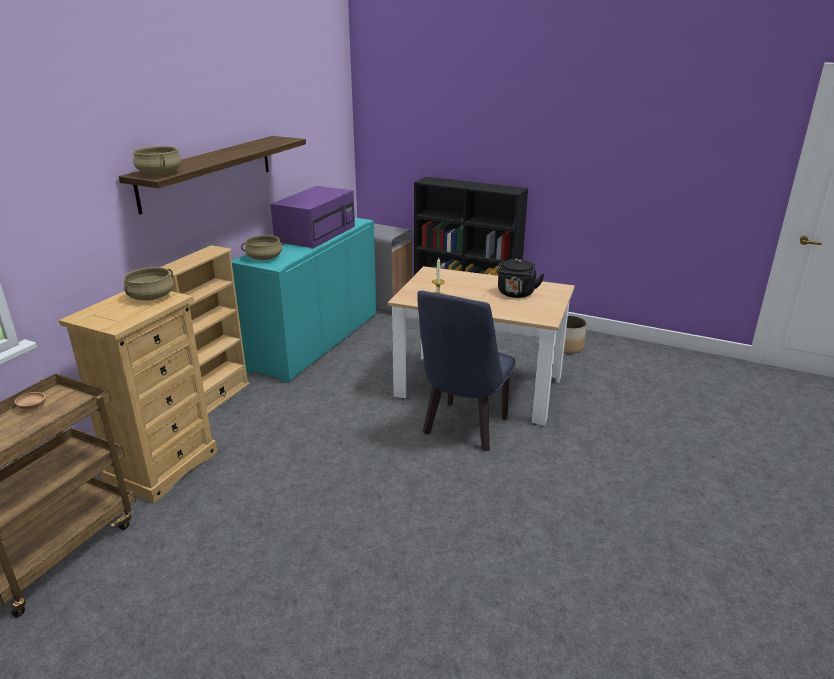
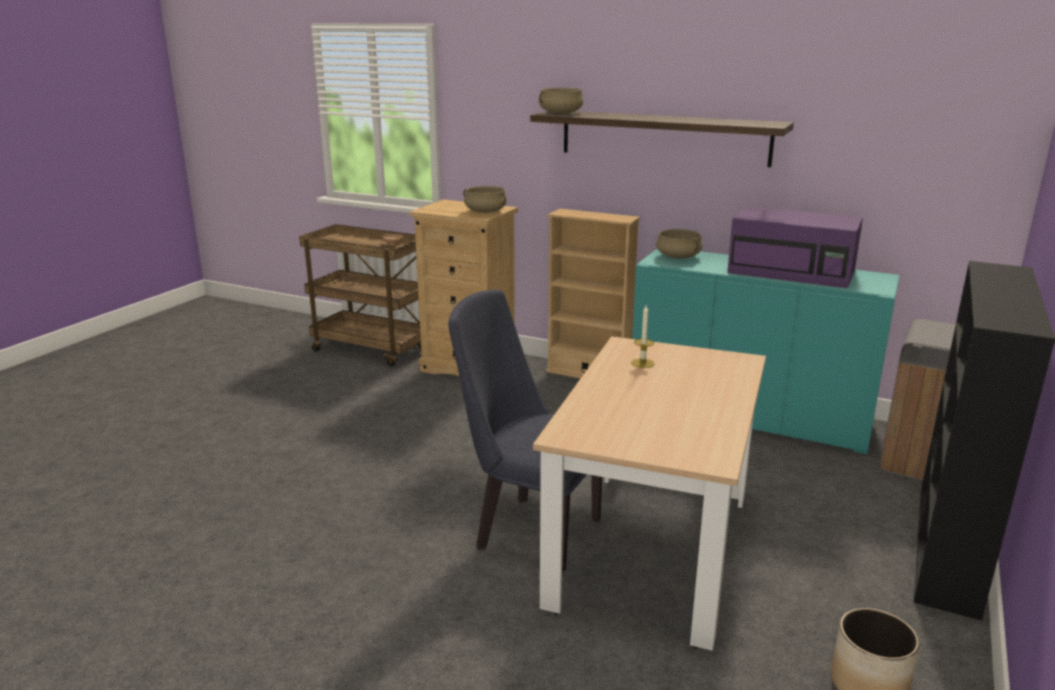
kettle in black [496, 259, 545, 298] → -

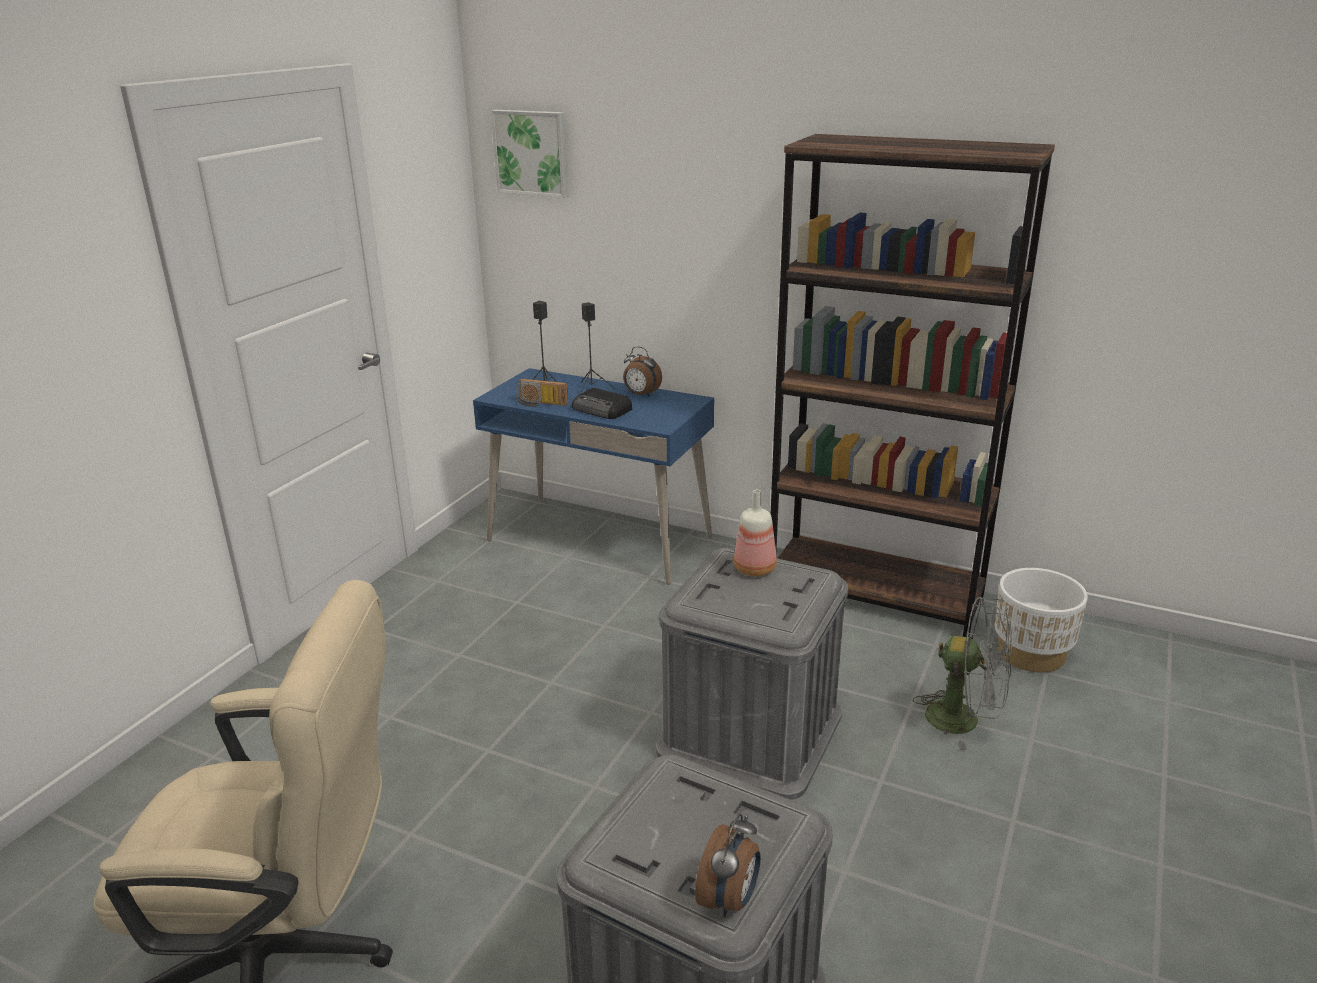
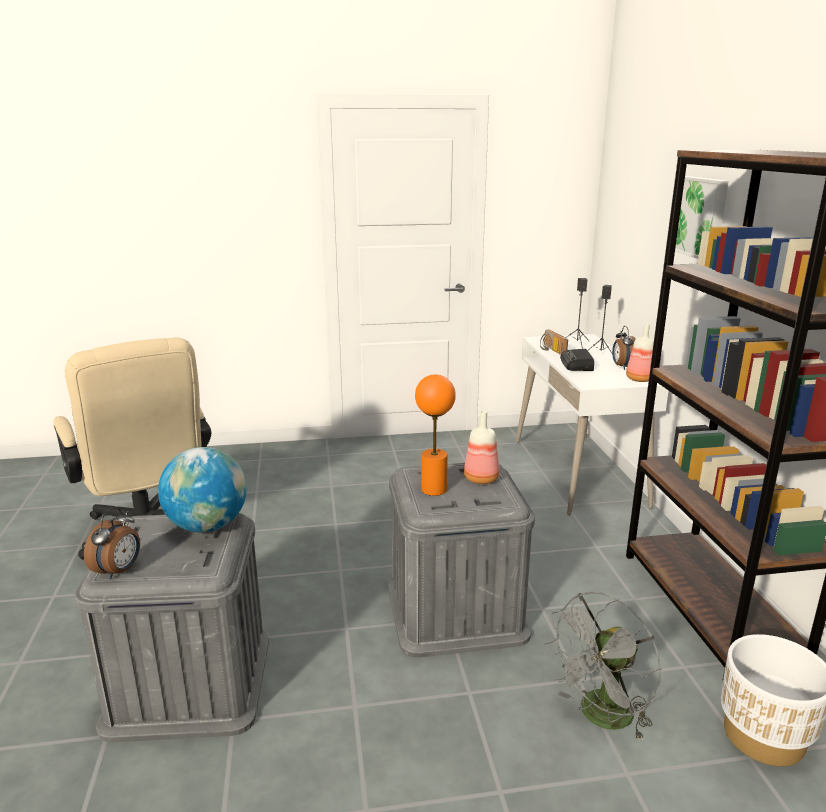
desk in blue [473, 368, 714, 585] → desk in white [516, 334, 668, 516]
picture [491, 110, 569, 198] → picture [675, 176, 729, 259], moved
alarm clock [695, 814, 761, 917] → alarm clock [84, 507, 140, 579], 60 degrees counterclockwise
fan in grey [913, 597, 1012, 750] → fan in grey [544, 591, 662, 741], 60 degrees clockwise
- → globe [158, 447, 247, 532]
- → table lamp in orange [415, 374, 456, 496]
- → bottle [626, 324, 654, 382]

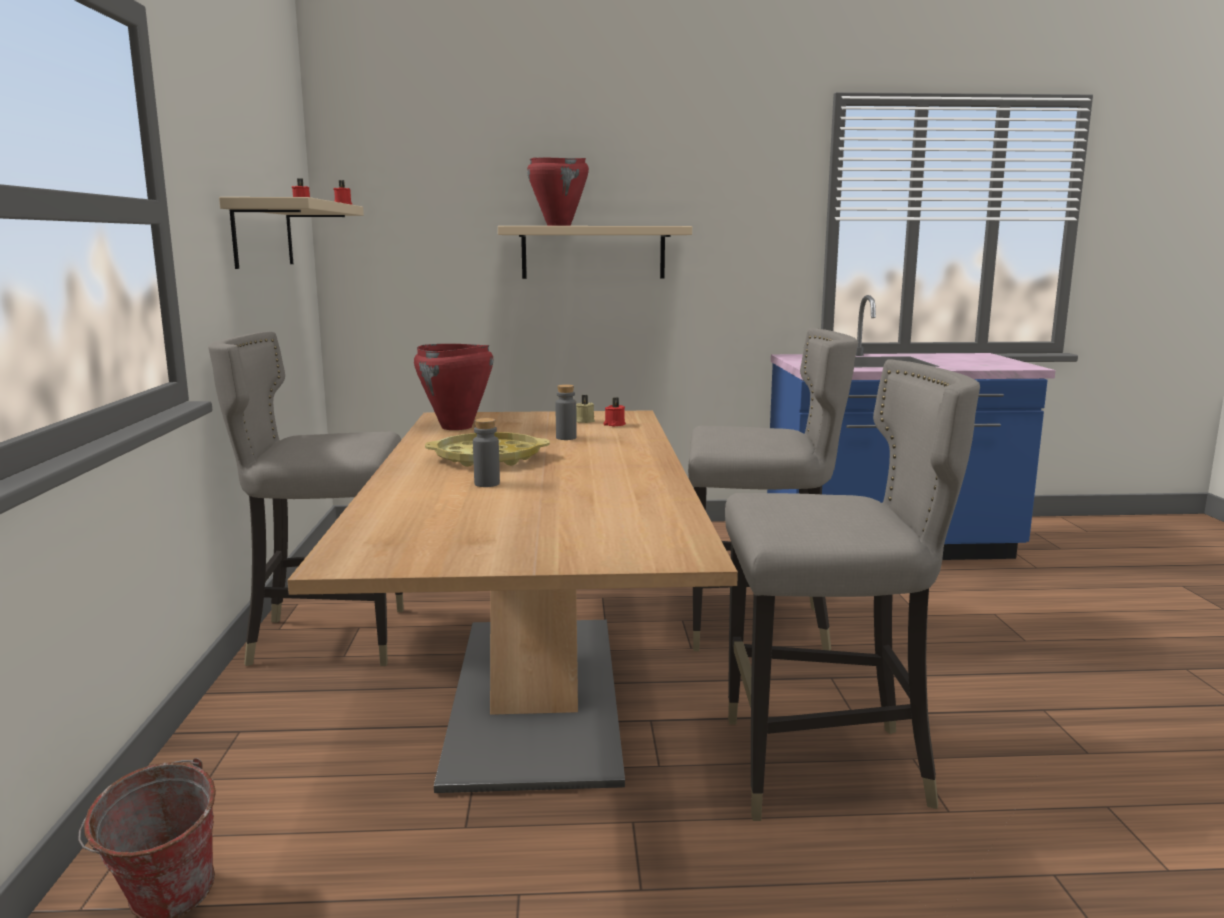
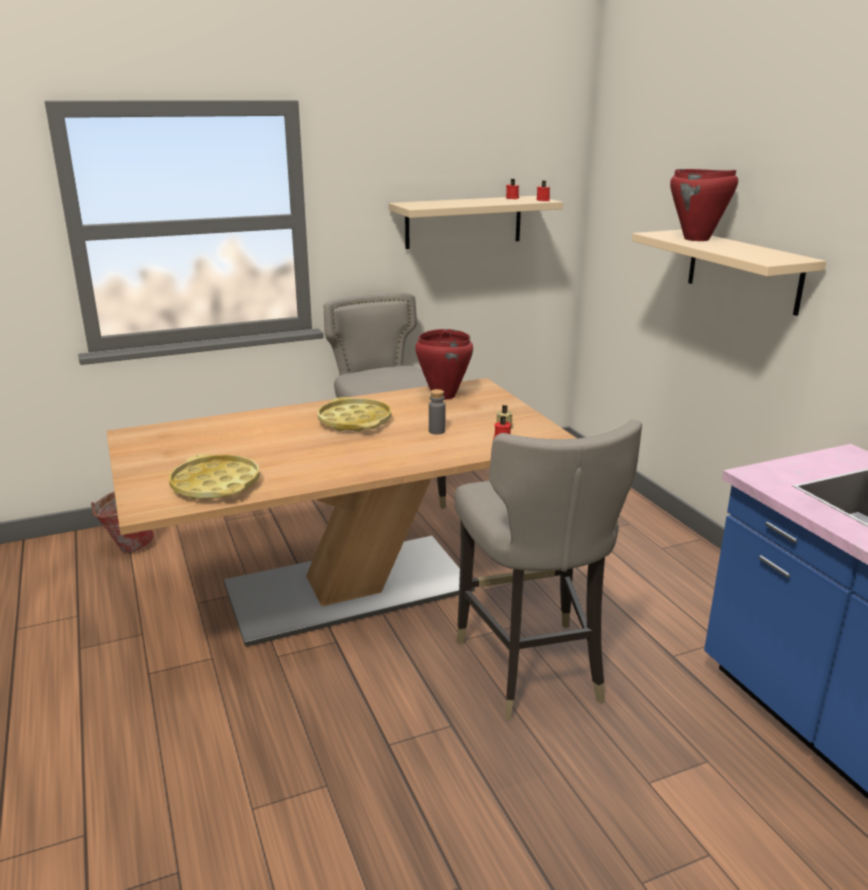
bottle in grey [473, 418, 500, 487] → -
stool in grey [725, 359, 980, 821] → -
- → tray in yellow [169, 454, 260, 499]

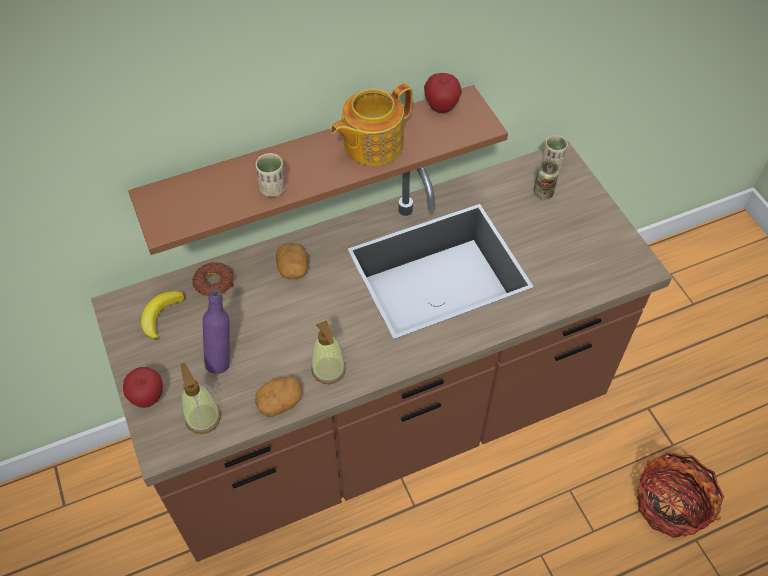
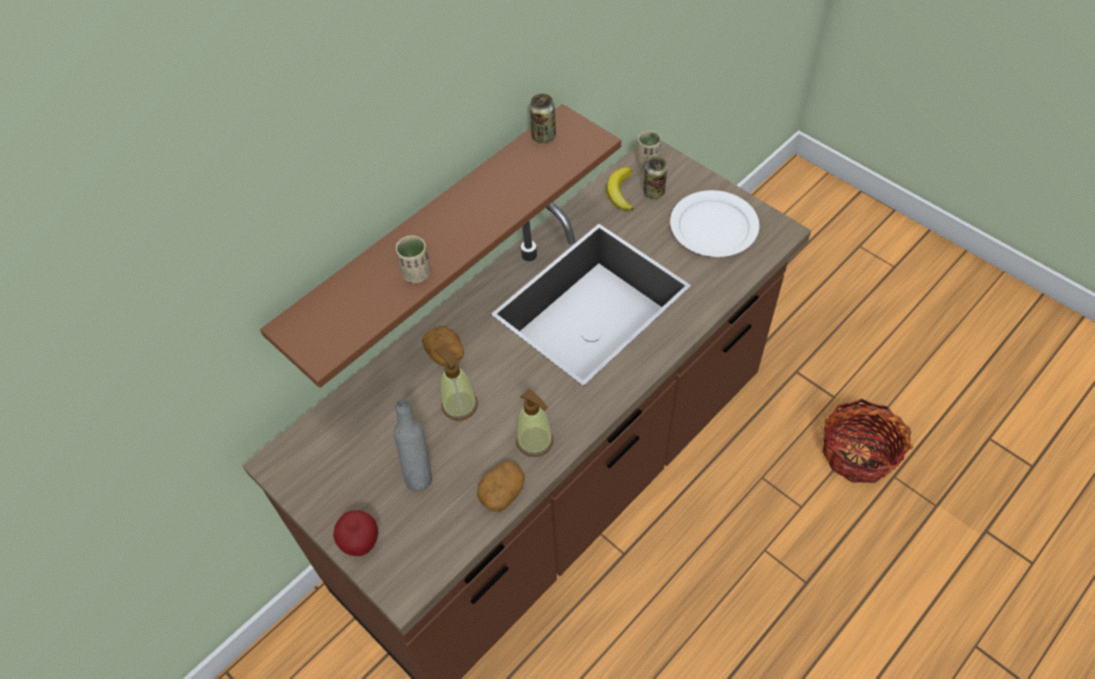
banana [141, 291, 185, 340] → banana [607, 167, 634, 211], moved
soap dispenser [181, 363, 221, 434] → soap dispenser [434, 348, 478, 421], moved
donut [193, 262, 233, 296] → -
bottle in purple [203, 290, 230, 374] → bottle in grey [394, 399, 432, 491]
teapot [330, 83, 413, 166] → -
apple [424, 73, 462, 113] → can [529, 94, 556, 143]
- → plate in white [670, 190, 759, 257]

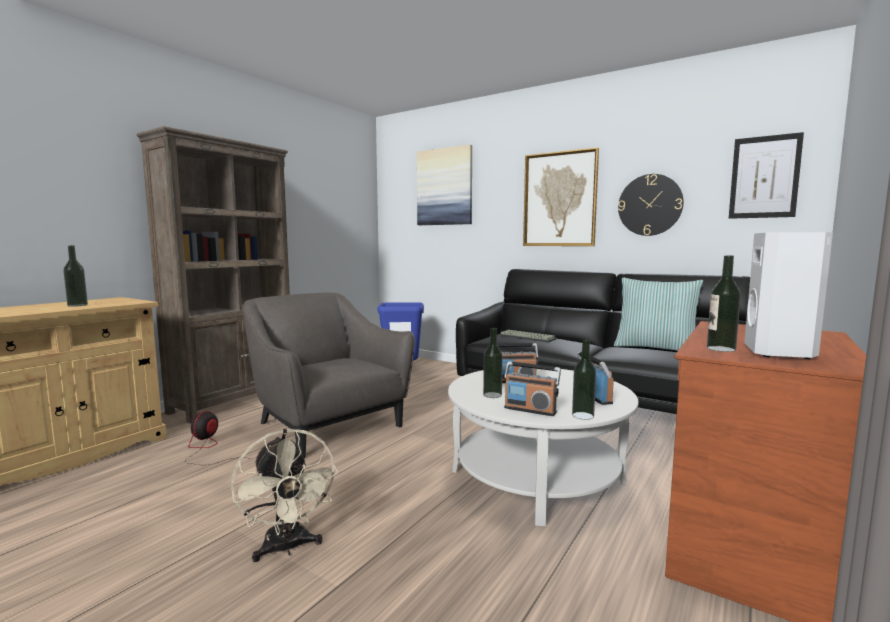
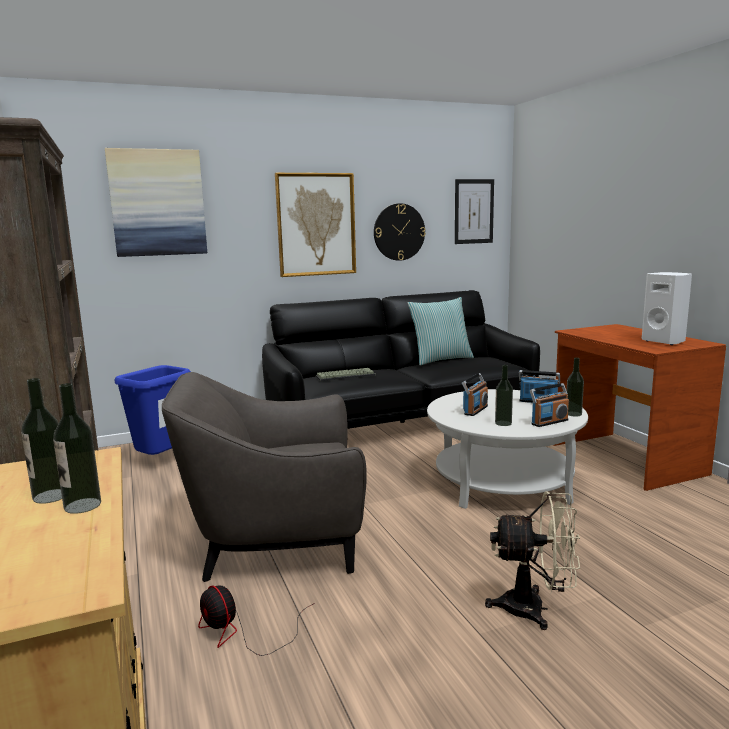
bottle [707, 255, 741, 352] → bottle [53, 383, 101, 514], moved

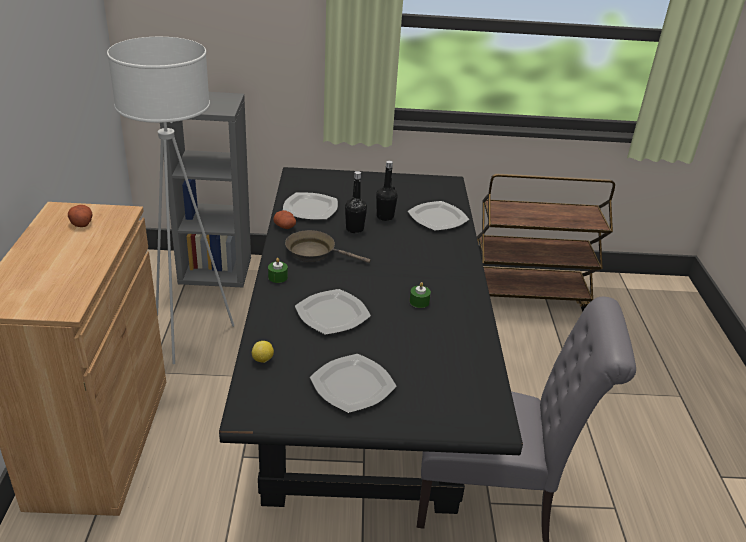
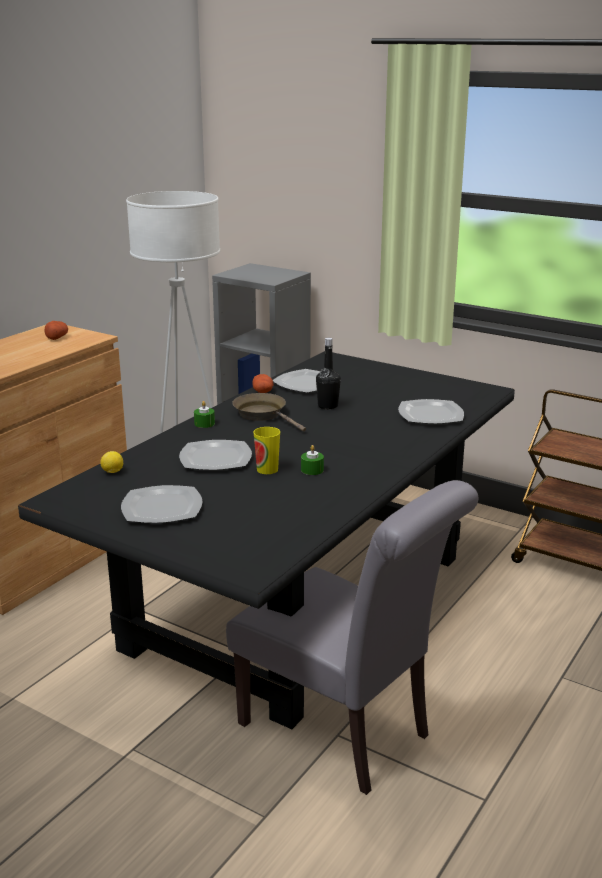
bottle in black [376, 160, 398, 221] → -
- → cup [253, 427, 280, 474]

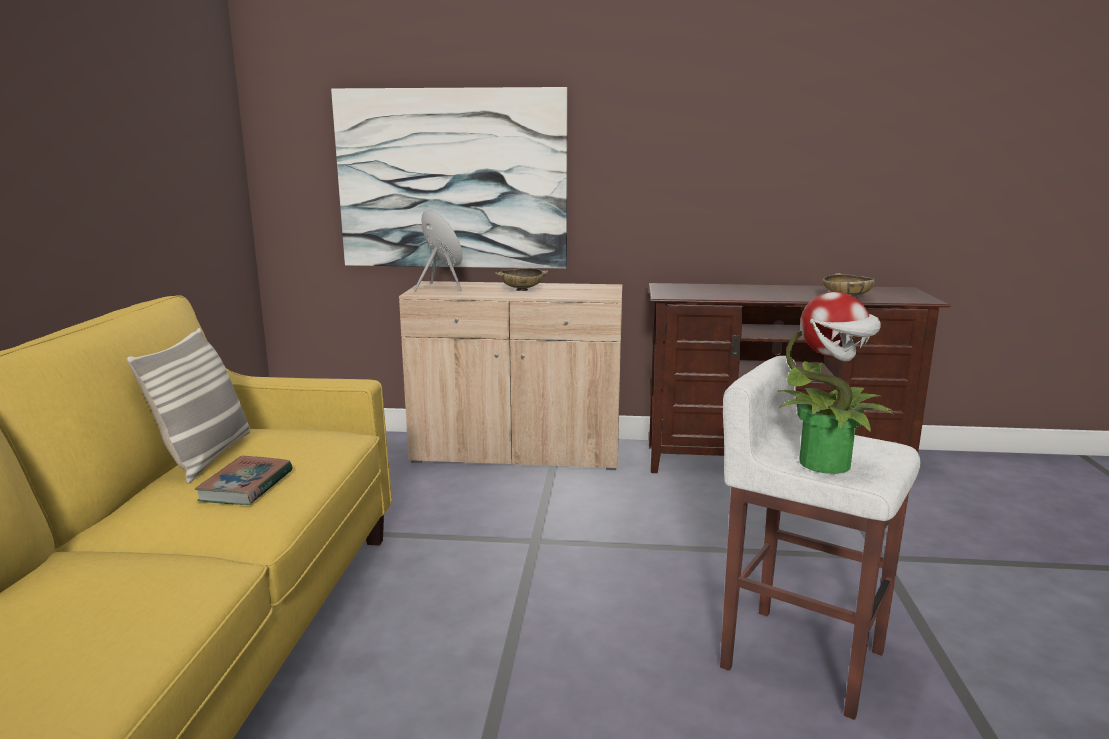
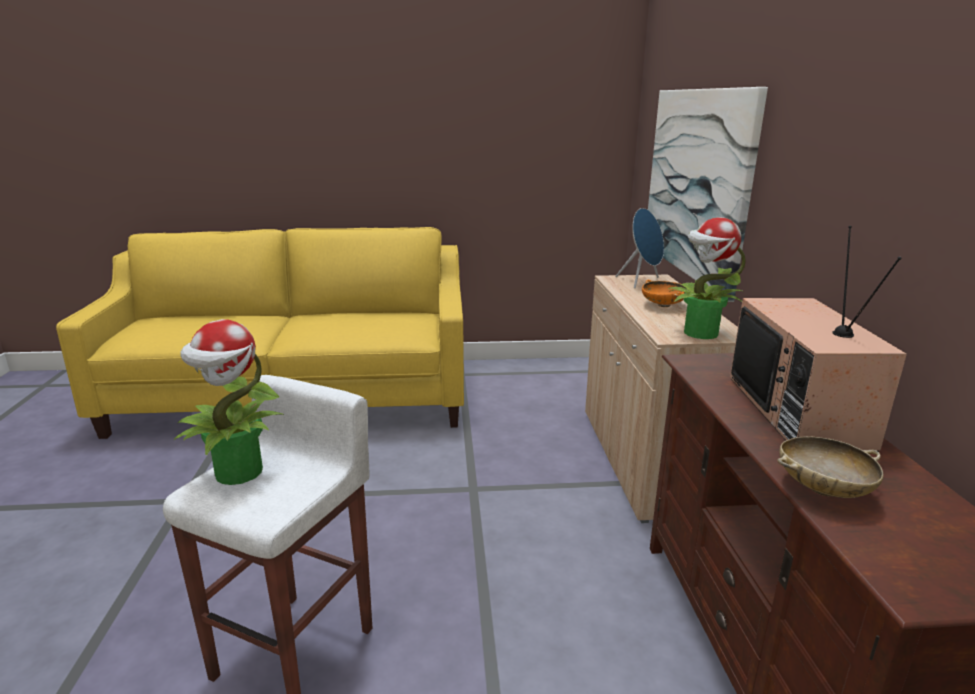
pillow [127, 328, 250, 483] → -
book [195, 456, 292, 505] → -
bowl in beige [495, 268, 548, 291] → bowl in orange [642, 280, 687, 307]
- → potted plant [669, 217, 746, 339]
- → television [730, 226, 907, 452]

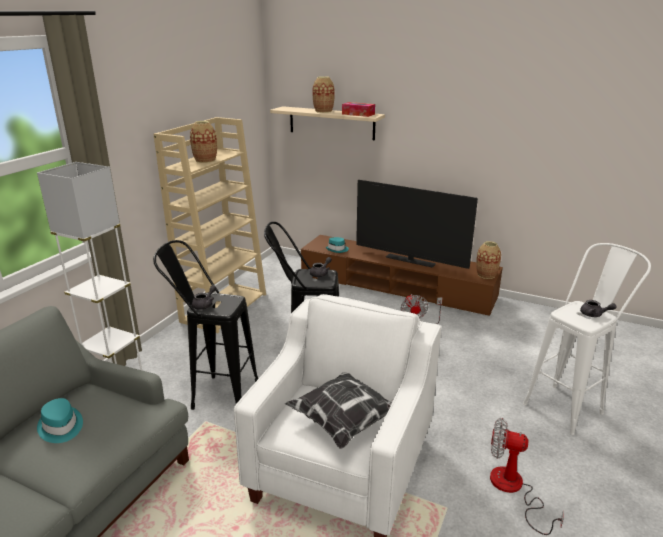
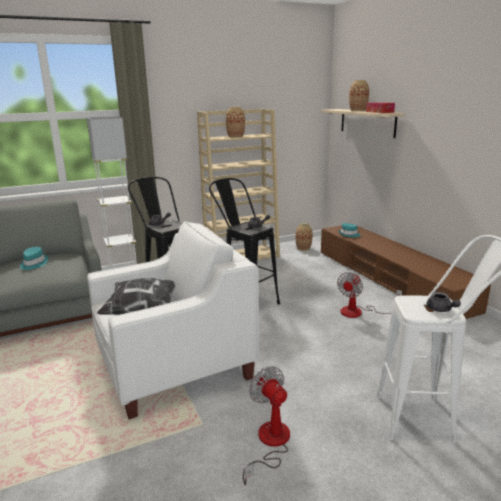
television [356, 180, 478, 269] → -
vase [476, 241, 501, 279] → vase [296, 223, 313, 251], moved

